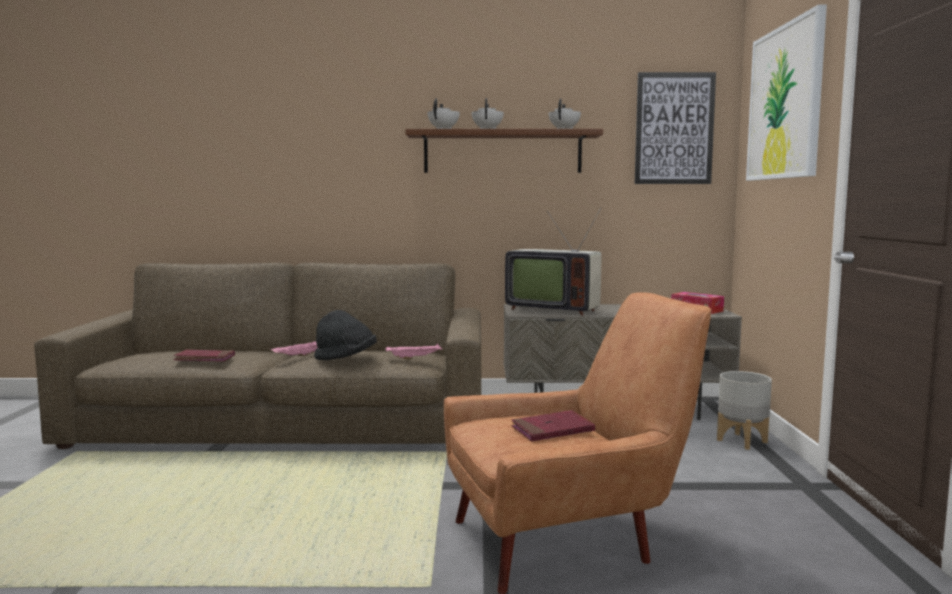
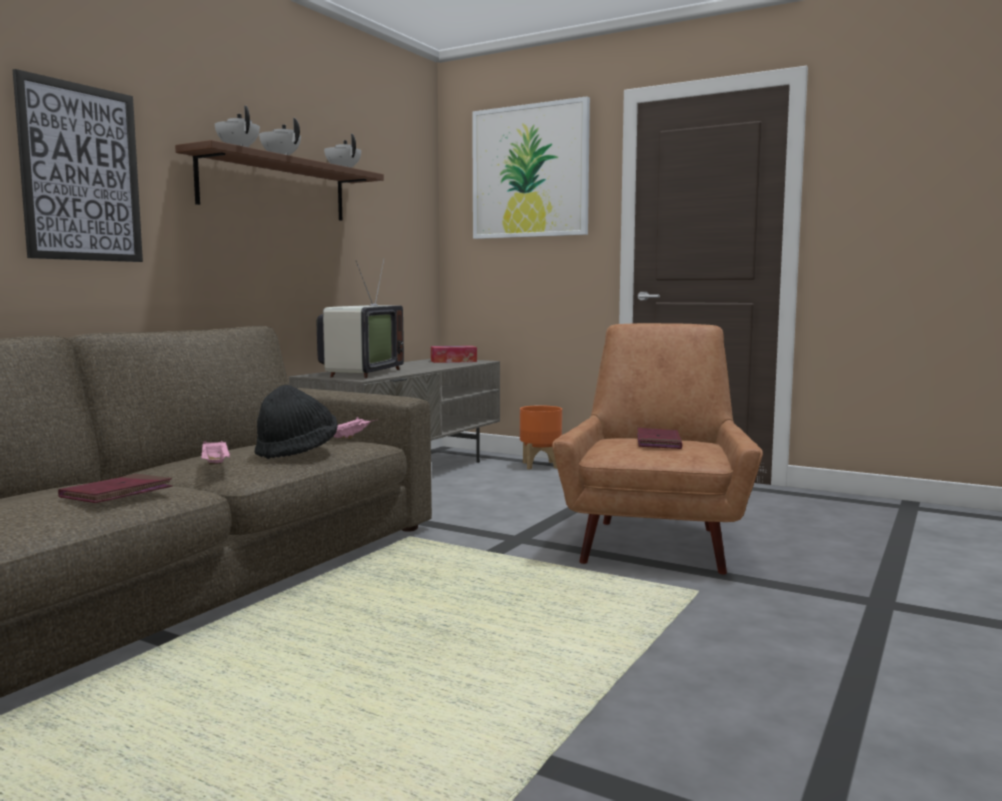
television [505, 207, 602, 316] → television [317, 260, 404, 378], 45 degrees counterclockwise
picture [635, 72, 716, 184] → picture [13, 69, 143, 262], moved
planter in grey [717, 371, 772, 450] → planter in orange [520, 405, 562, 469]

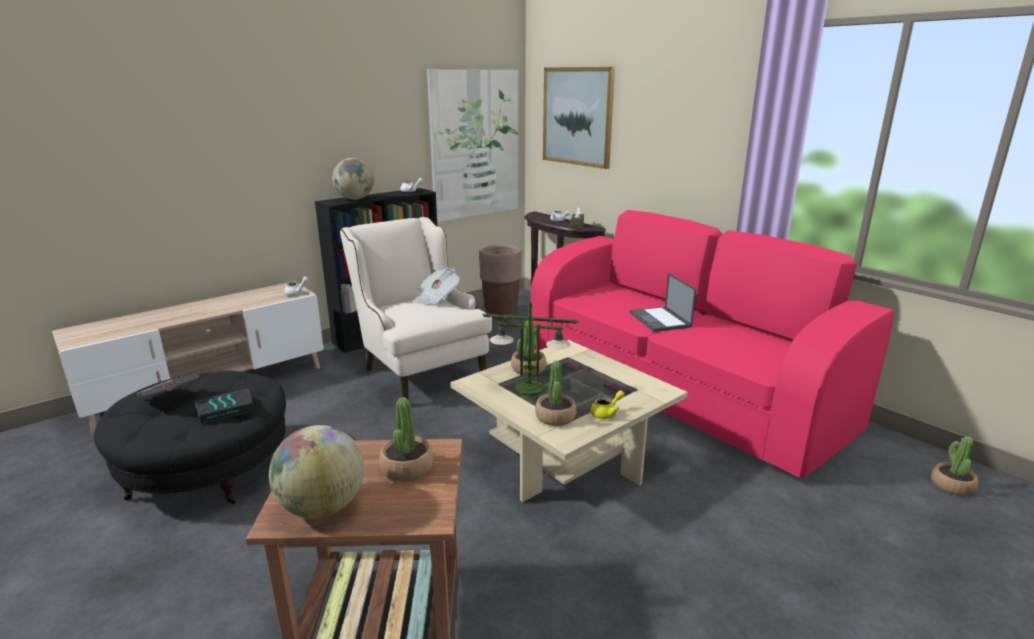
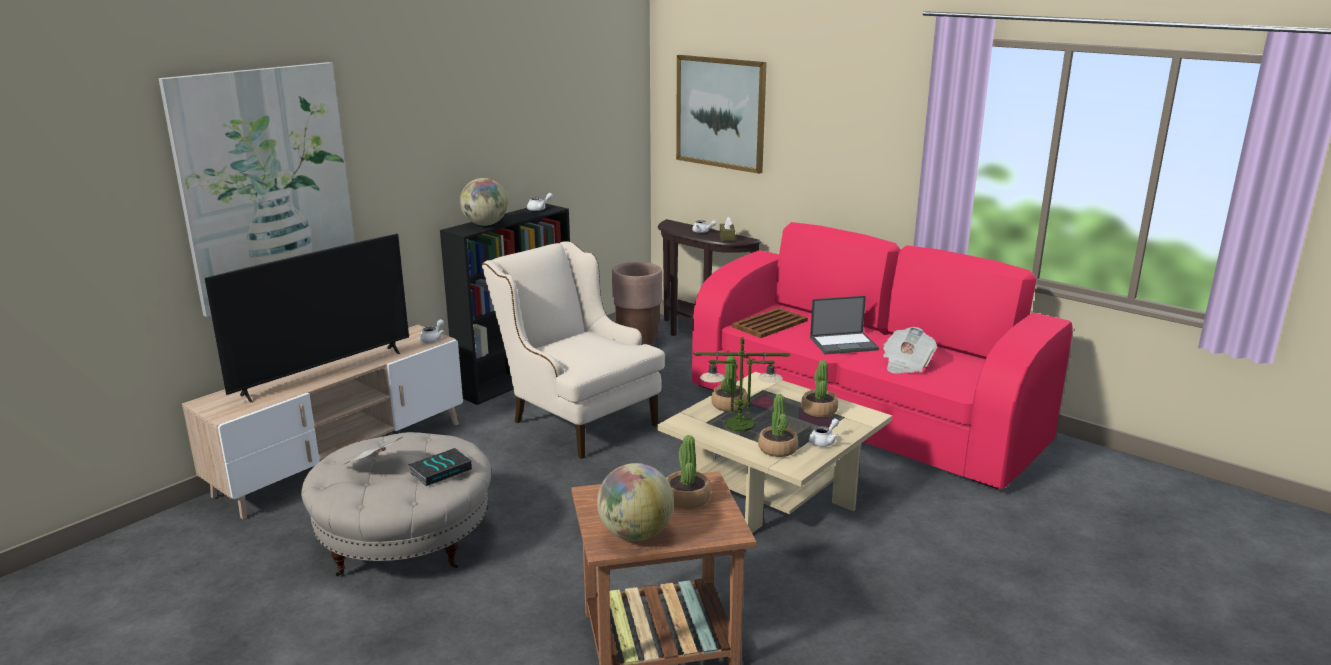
ottoman in black [94, 371, 286, 504] → ottoman in beige [301, 432, 491, 576]
newspaper [414, 268, 460, 304] → newspaper [883, 327, 937, 373], moved
picture [427, 69, 519, 222] → picture [159, 62, 355, 317], moved
teapot in yellow [590, 390, 624, 419] → teapot in white [809, 418, 839, 447]
laptop [629, 273, 696, 332] → laptop [810, 296, 879, 354], 75 degrees counterclockwise
potted plant [931, 437, 978, 496] → potted plant [801, 360, 838, 417], moved
- → television [205, 234, 409, 402]
- → tray in brown [732, 307, 808, 338]

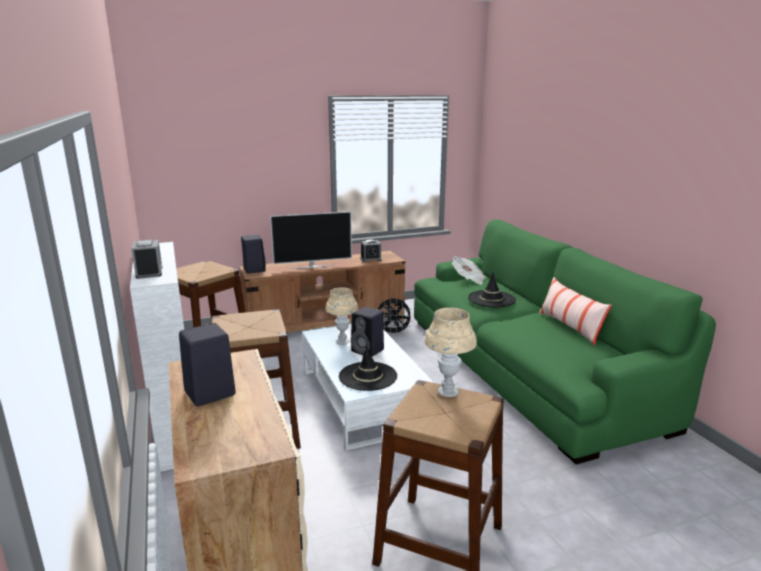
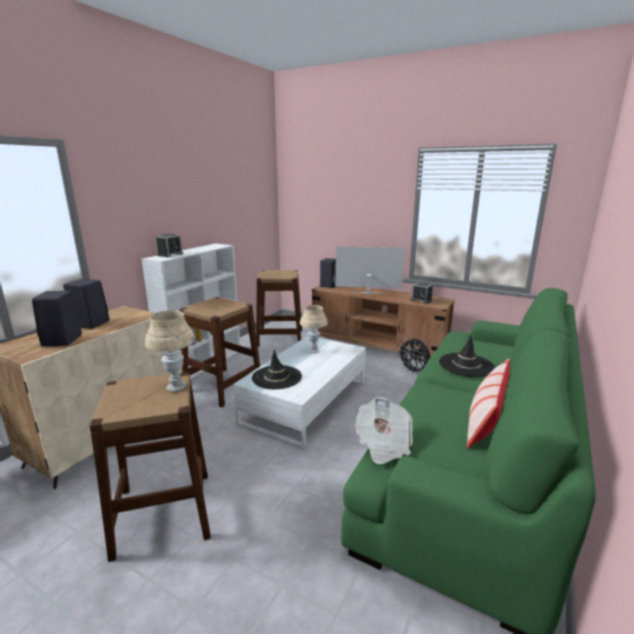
television [270, 211, 352, 269] → television [336, 247, 405, 295], 150 degrees clockwise
speaker in black [351, 307, 384, 357] → speaker in black [32, 291, 82, 346], moved
newspaper [452, 256, 486, 285] → newspaper [354, 397, 413, 464], moved

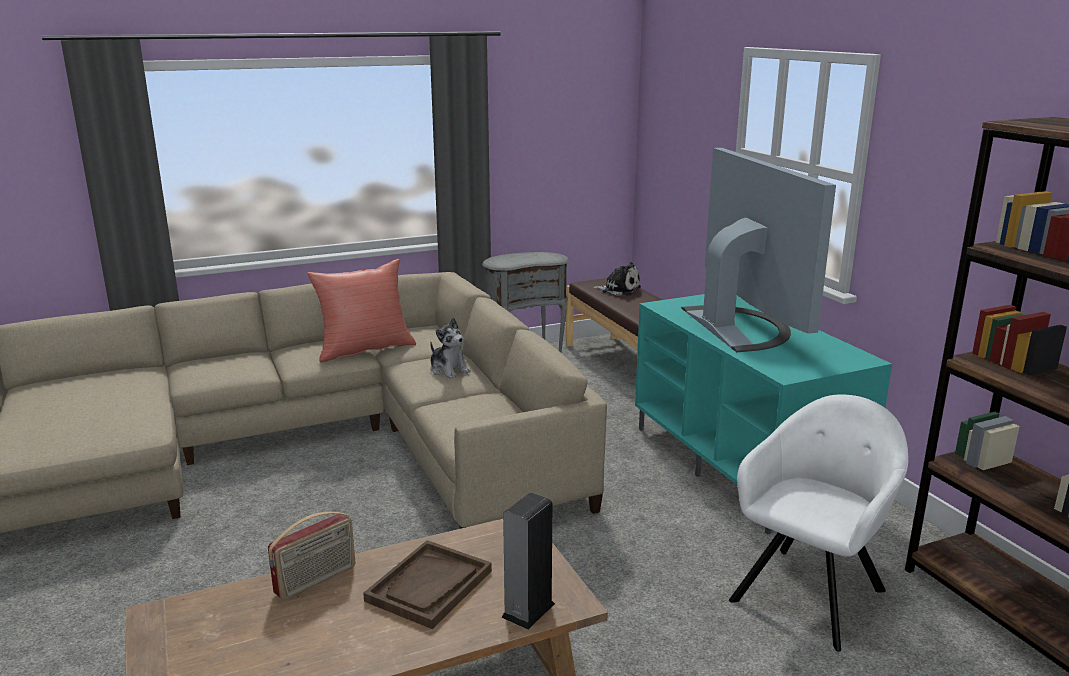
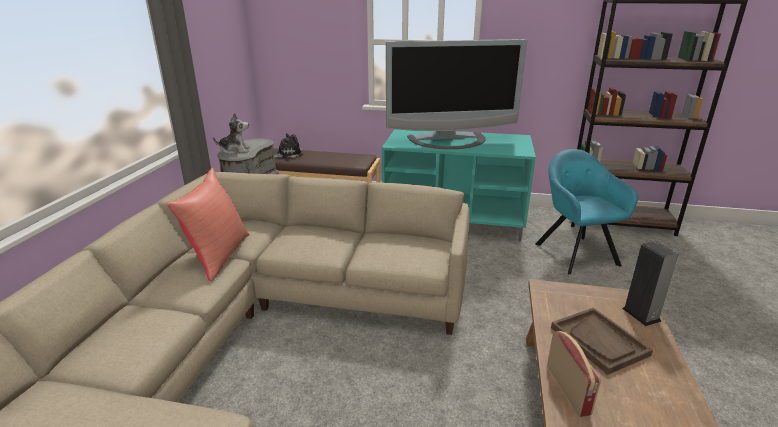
plush toy [430, 318, 471, 379] → plush toy [213, 113, 250, 154], moved
television [681, 148, 836, 352] → television [386, 39, 527, 149], 150 degrees clockwise
armchair in white [729, 395, 908, 652] → armchair in turquoise [535, 149, 638, 275]

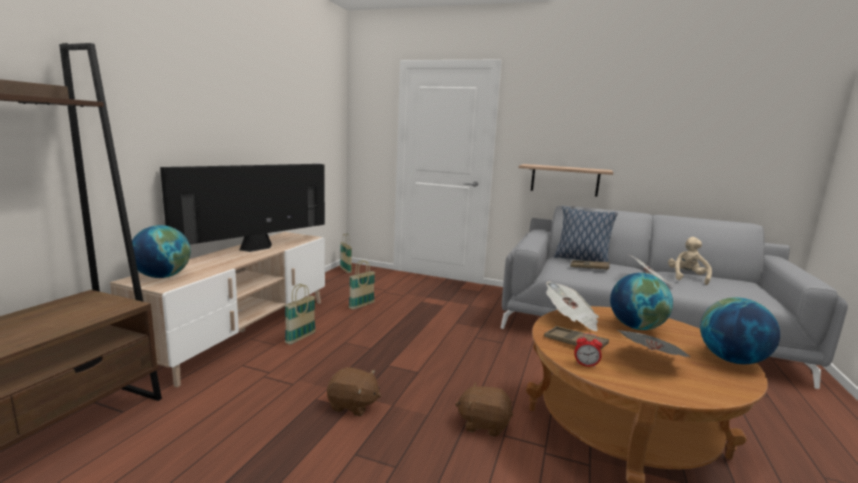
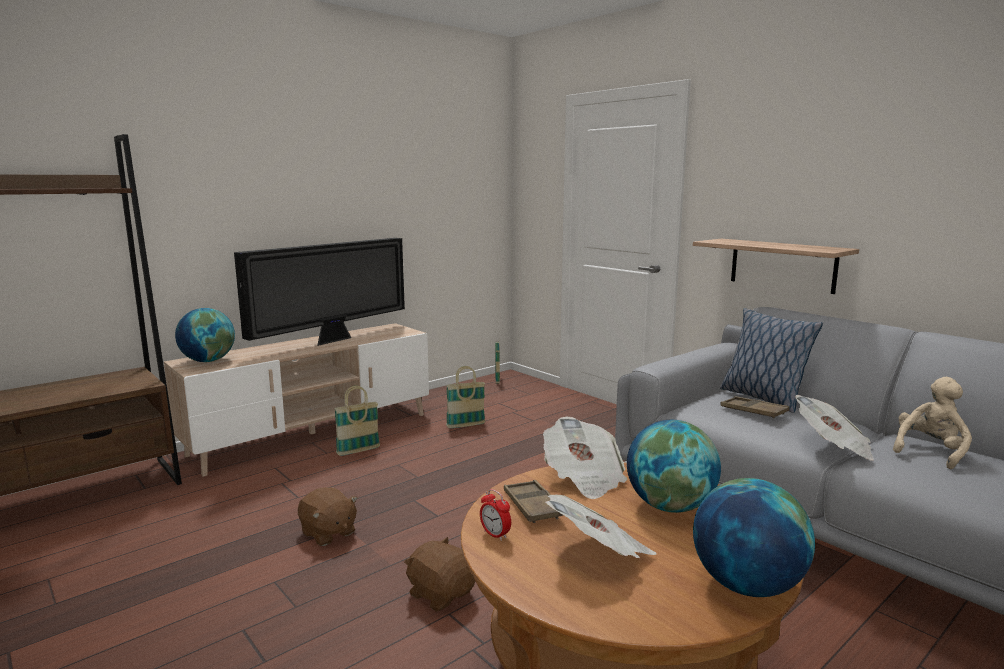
television [160, 164, 325, 252] → television [234, 238, 405, 346], 150 degrees clockwise

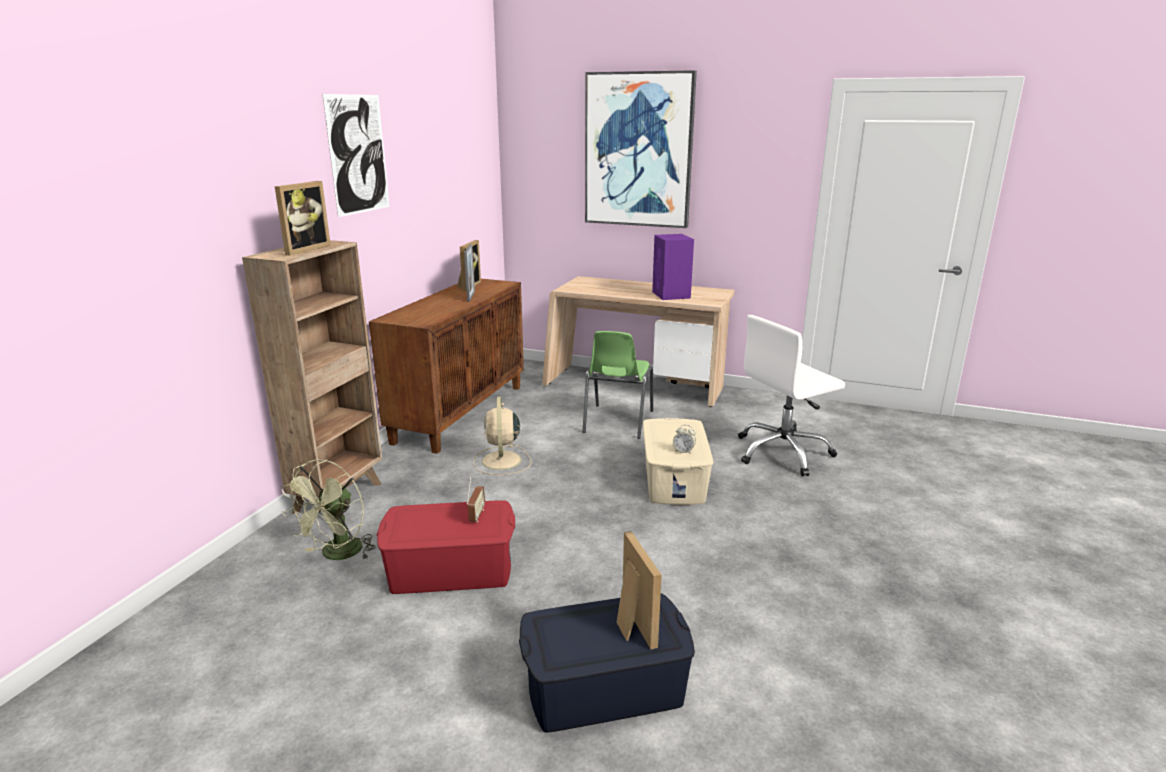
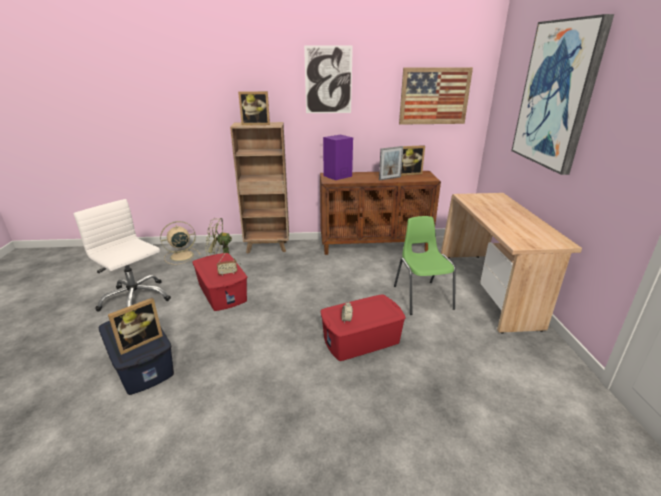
fan in beige [473, 397, 531, 475] → fan in beige [160, 221, 200, 265], moved
chair in green [582, 331, 653, 439] → chair in green [394, 216, 456, 315], 90 degrees clockwise
storage box in beige [643, 418, 713, 505] → storage box in red [321, 294, 406, 361]
speaker in purple [652, 234, 694, 300] → speaker in purple [323, 135, 353, 180], moved
office chair in white [738, 315, 845, 476] → office chair in white [73, 199, 171, 312], moved
- → picture [399, 67, 473, 125]

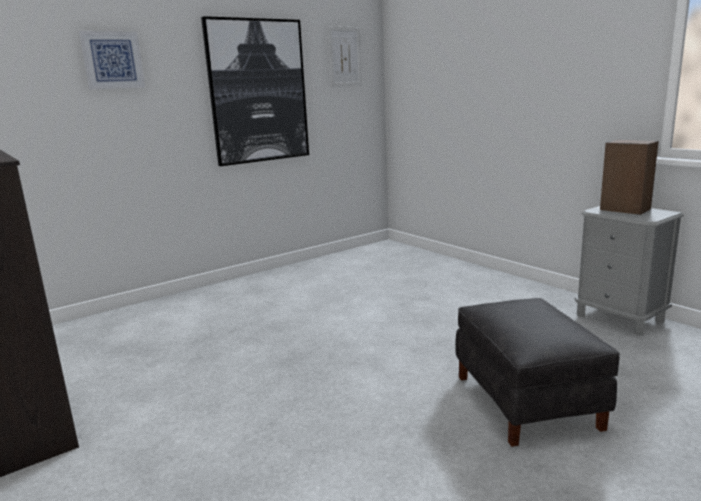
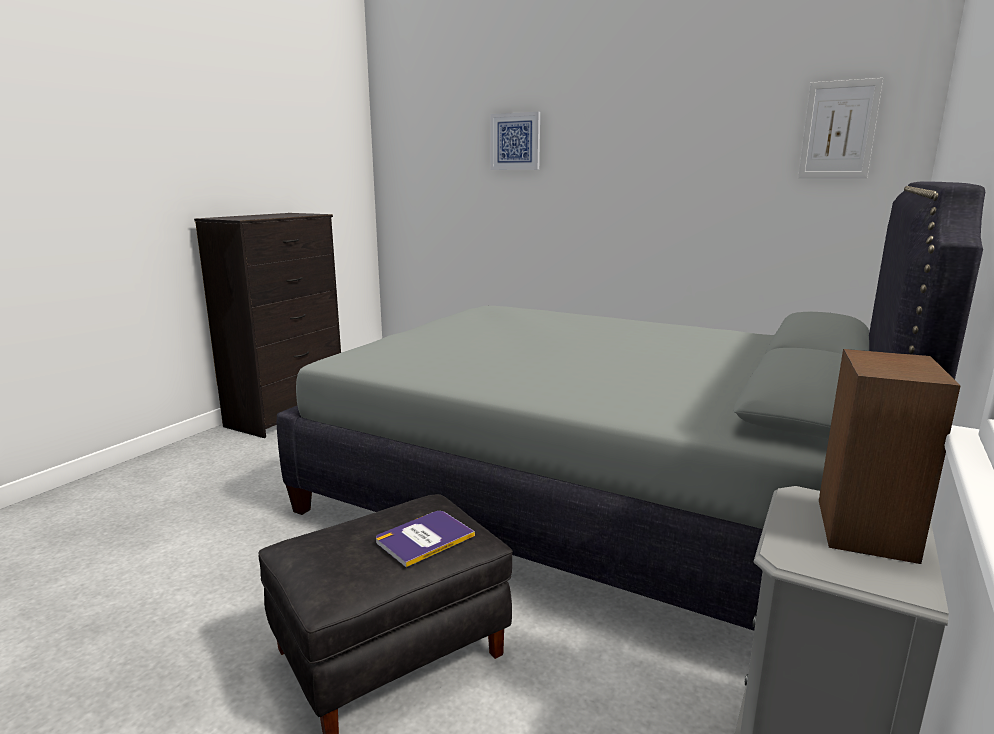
picture [201, 16, 309, 166] → -
- → bed in grey [277, 182, 985, 631]
- → book [376, 511, 475, 567]

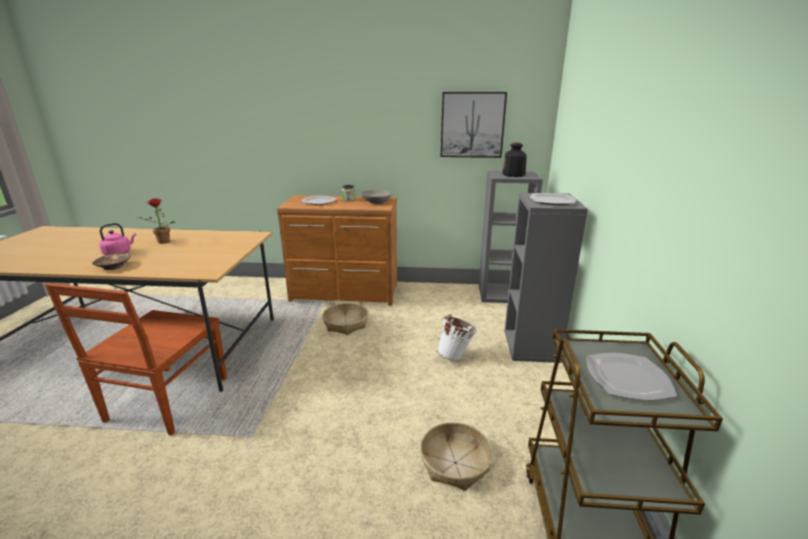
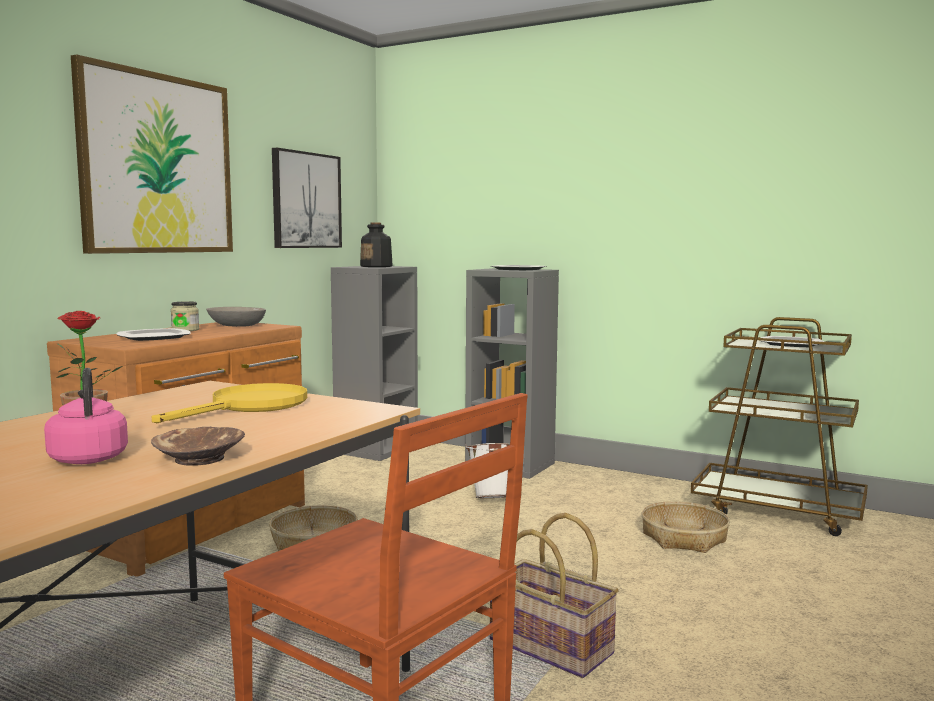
- → picture [71, 54, 233, 254]
- → frying pan in yellow [152, 383, 307, 423]
- → basket [490, 513, 619, 678]

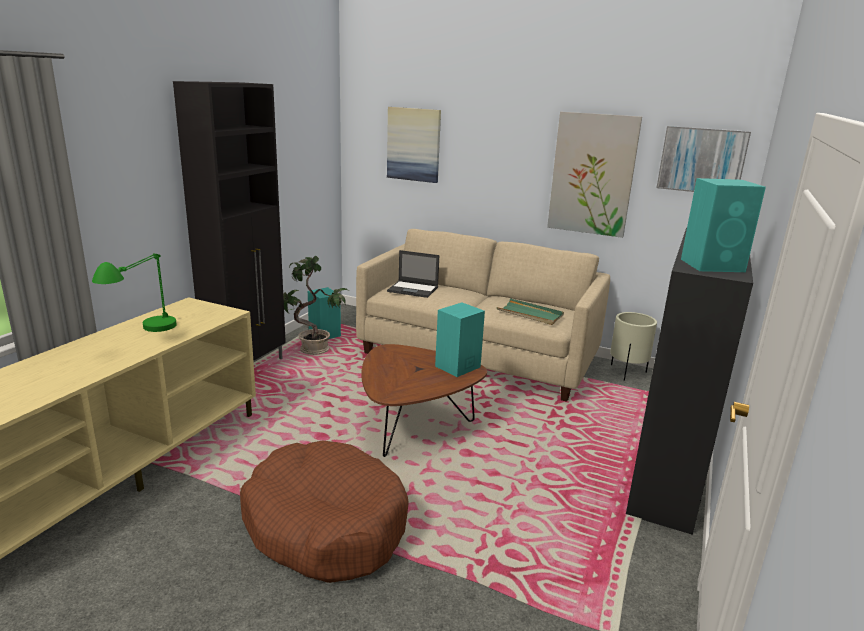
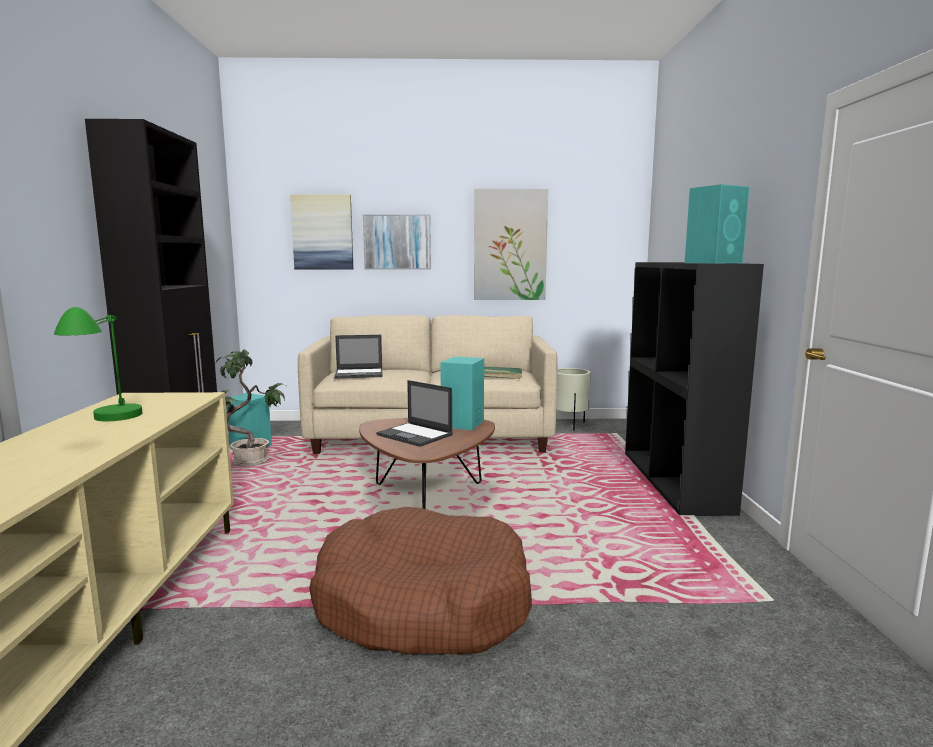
picture [657, 126, 751, 192] → picture [363, 214, 431, 269], moved
- → laptop [376, 380, 453, 447]

